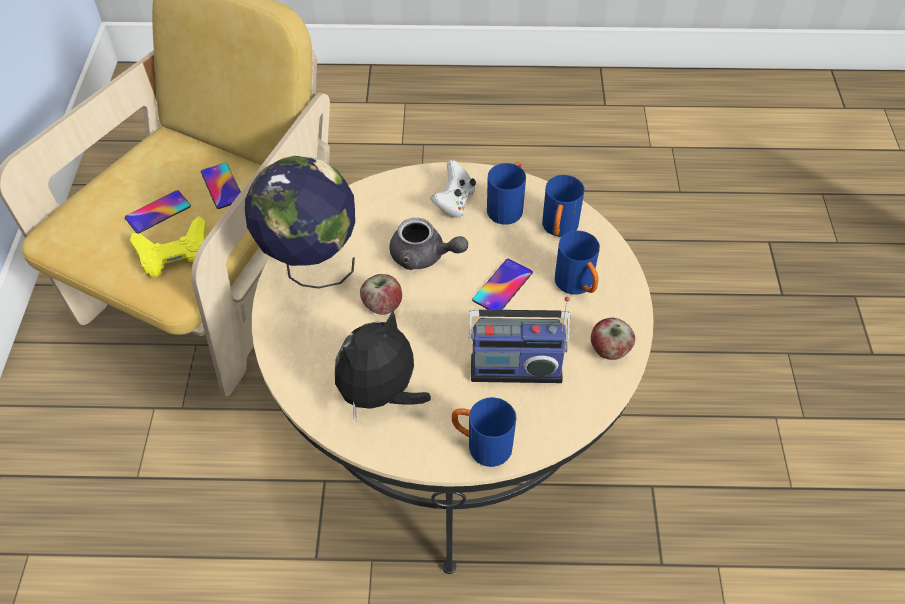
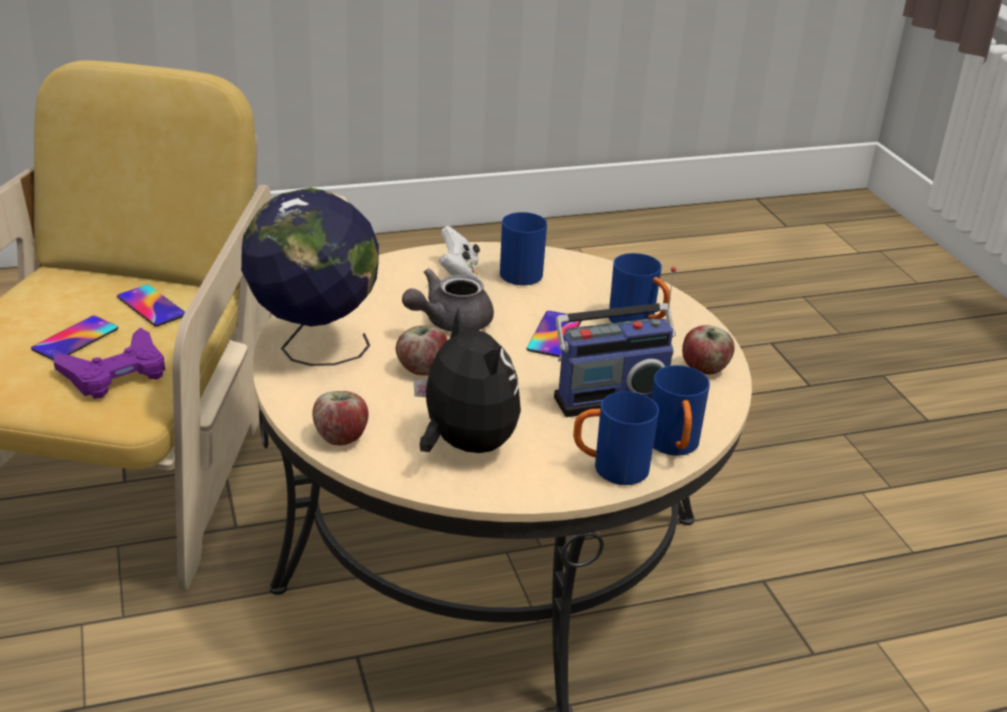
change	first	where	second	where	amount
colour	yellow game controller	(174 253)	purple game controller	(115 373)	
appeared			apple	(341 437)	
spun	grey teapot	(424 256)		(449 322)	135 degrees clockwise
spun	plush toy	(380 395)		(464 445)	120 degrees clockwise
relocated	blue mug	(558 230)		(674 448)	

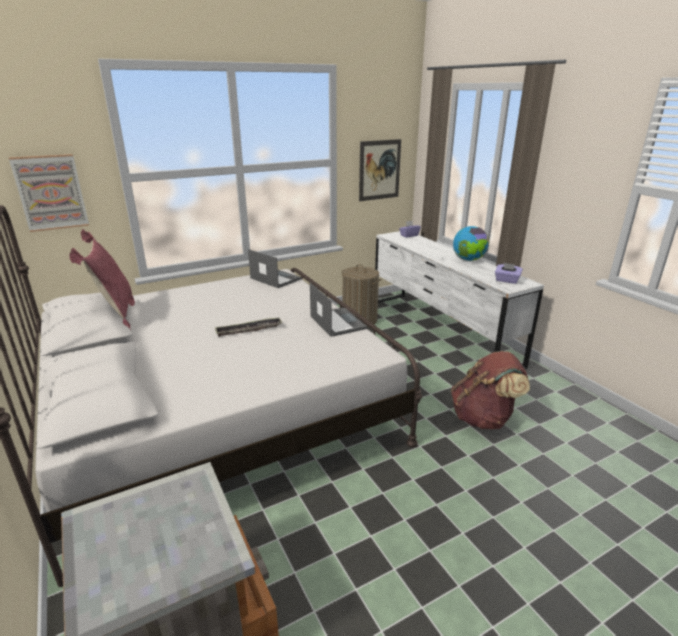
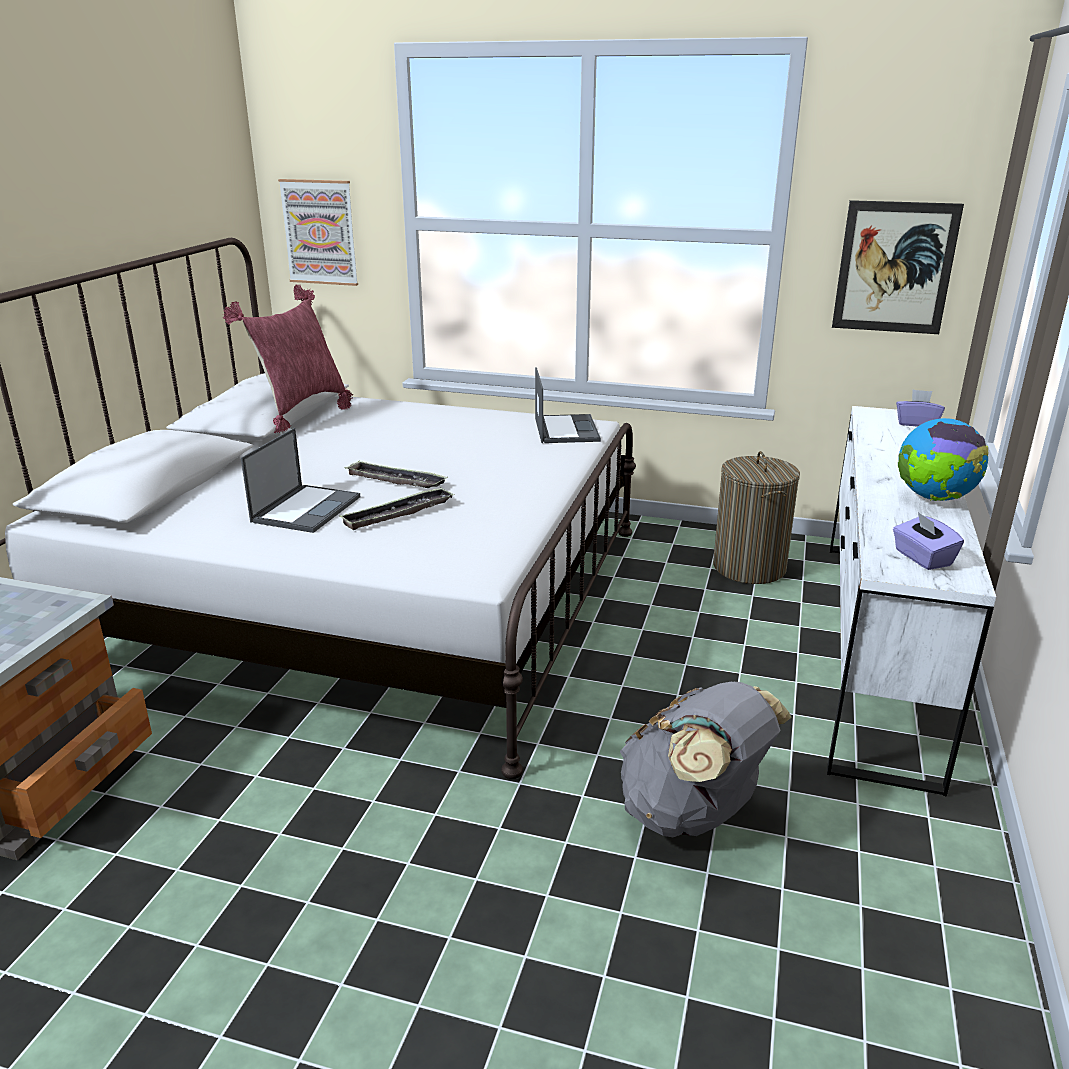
change	first	where	second	where	amount
relocated	laptop	(337 322)		(306 508)	
appeared			tray	(398 514)	
colour	brown backpack	(483 418)	grey backpack	(692 814)	

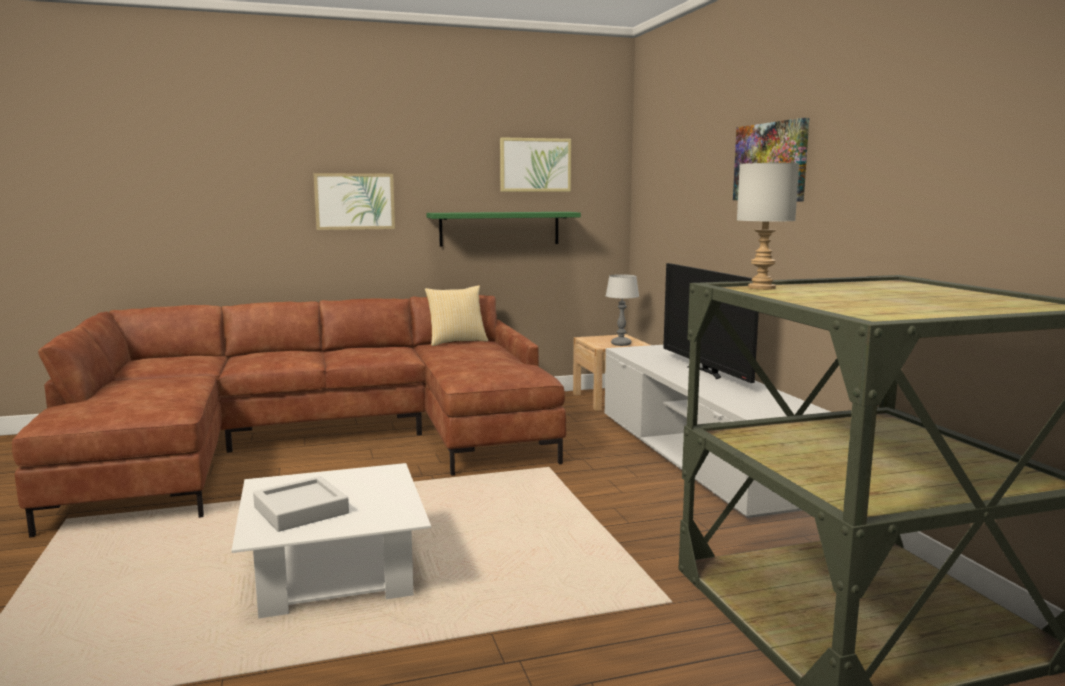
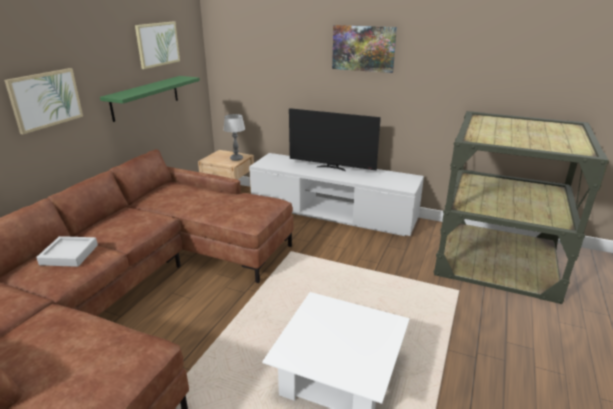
change	first	where	second	where	amount
relocated	grey tray	(301 510)		(69 255)	
missing	pillow	(456 342)			
missing	grey table lamp	(760 288)			

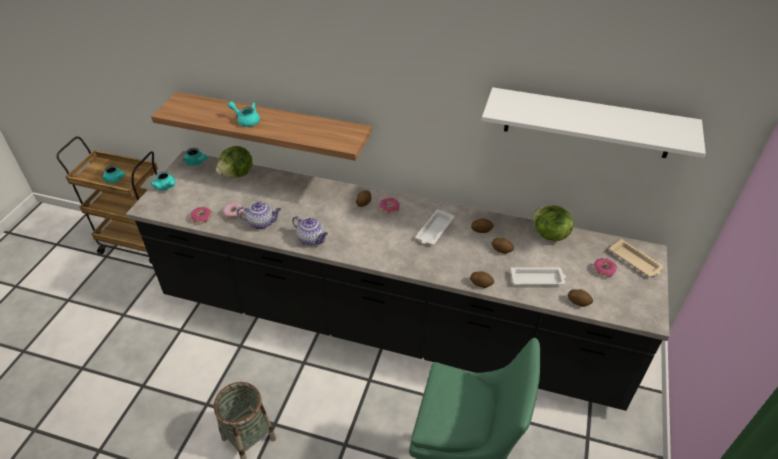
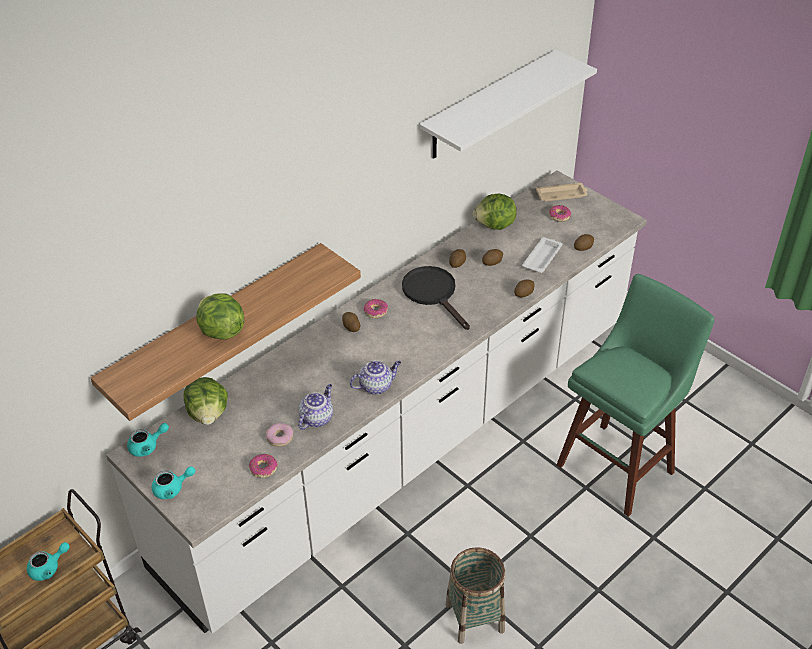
change	first	where	second	where	amount
colour	black counter	(389 324)	white counter	(407 439)	
exchanged	turquoise teapot	(246 120)	lettuce	(221 331)	
exchanged	white tray	(434 230)	black frying pan	(433 293)	

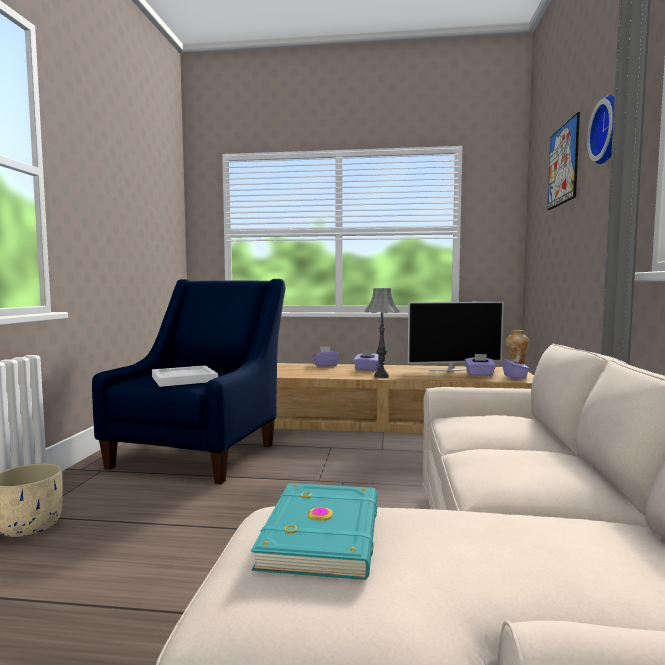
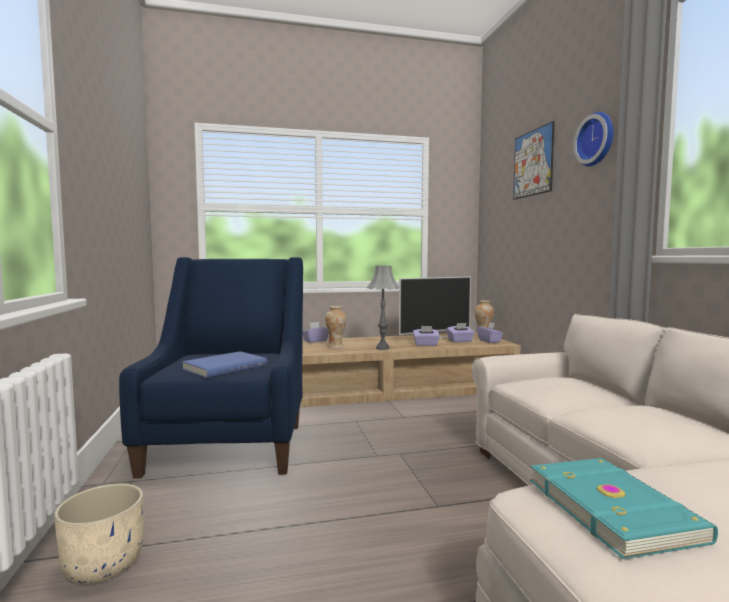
change	first	where	second	where	amount
exchanged	white tray	(183 379)	blue book	(224 367)	
appeared			vase	(335 346)	
relocated	purple tissue box	(367 369)		(426 344)	

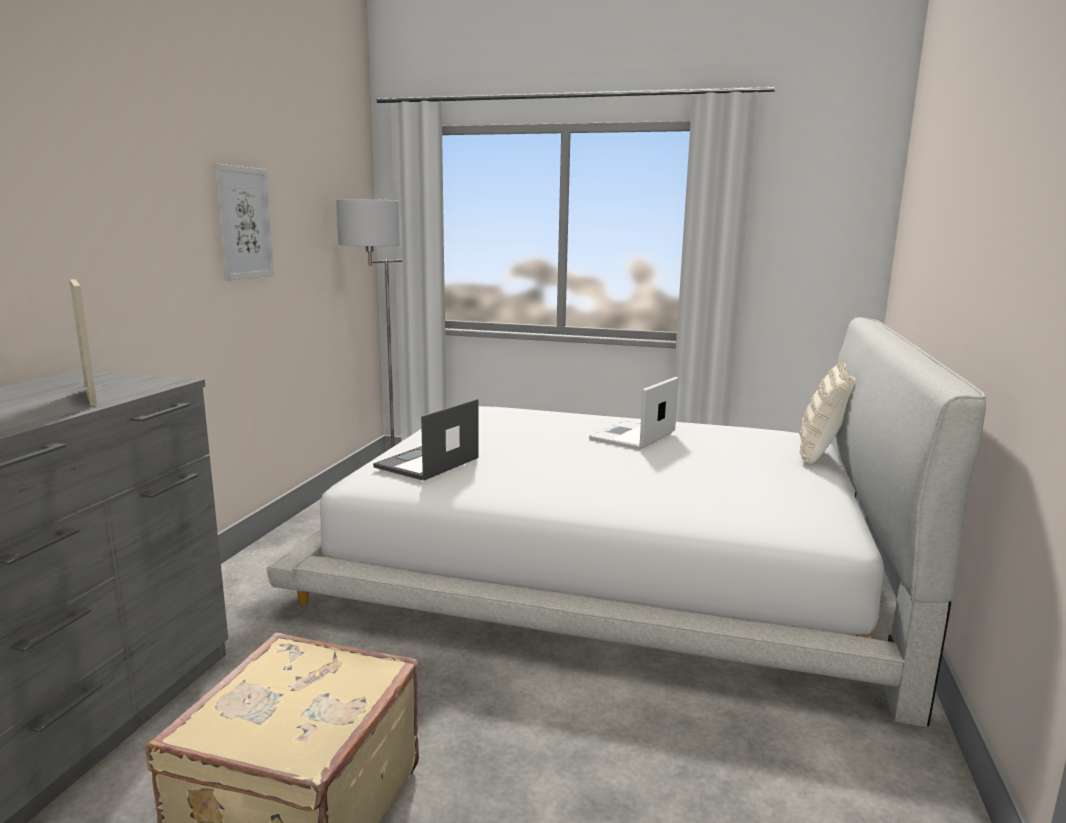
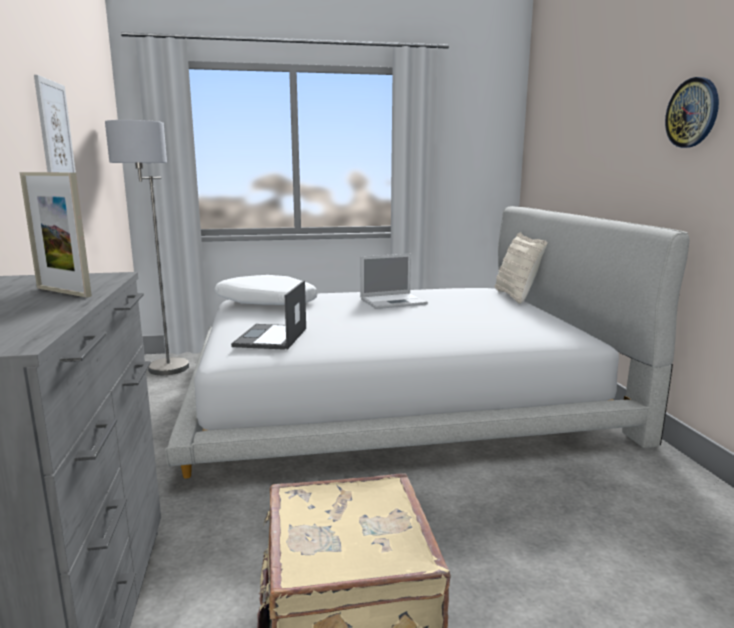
change	first	where	second	where	amount
appeared			white pillow	(266 303)	
spun	laptop	(632 437)		(394 301)	120 degrees counterclockwise
appeared			wall clock	(692 113)	

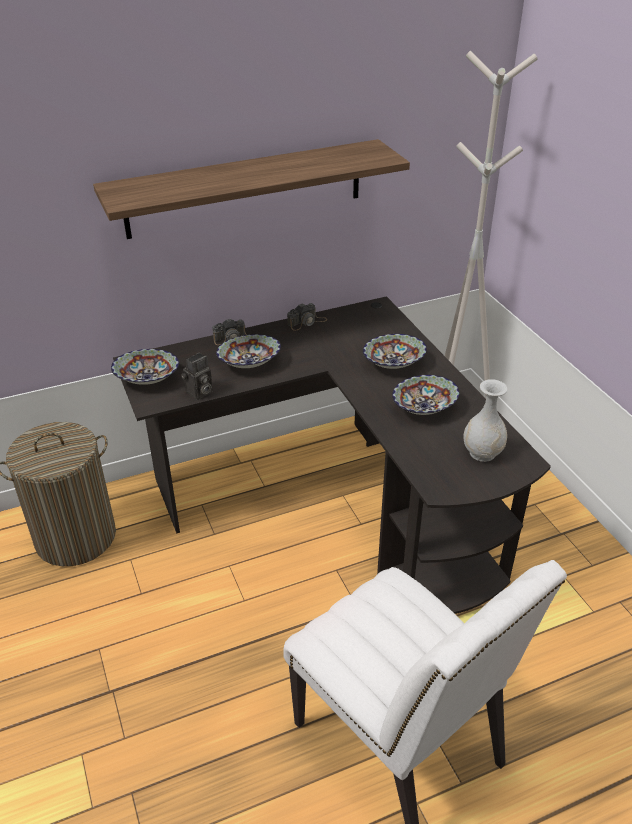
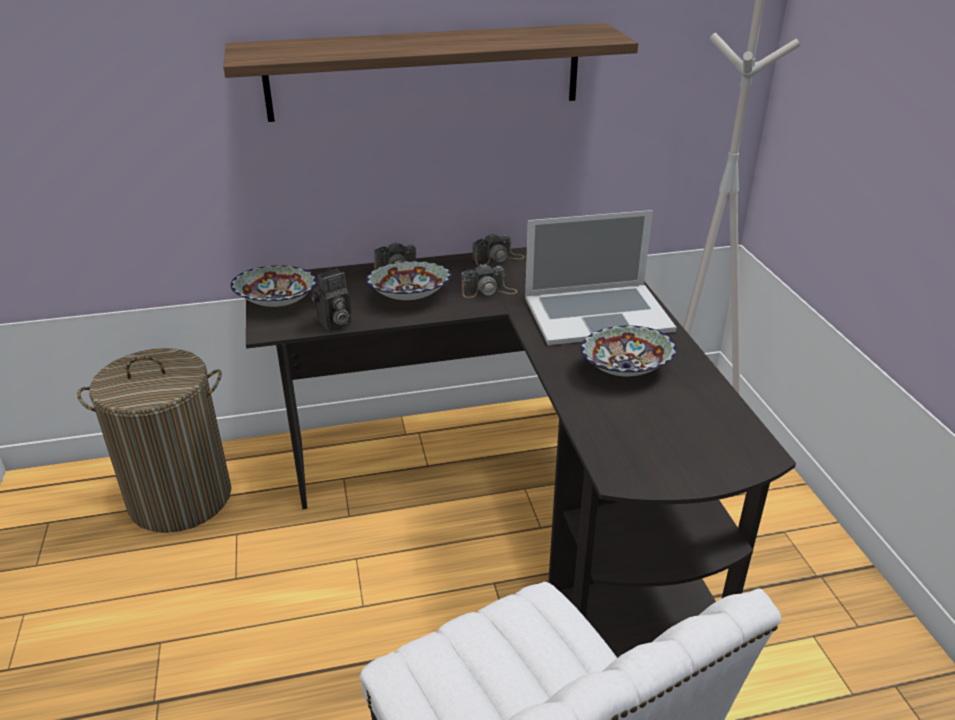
change	first	where	second	where	amount
appeared			photo camera	(488 291)	
exchanged	bowl	(393 364)	laptop	(597 313)	
missing	white vase	(482 453)			

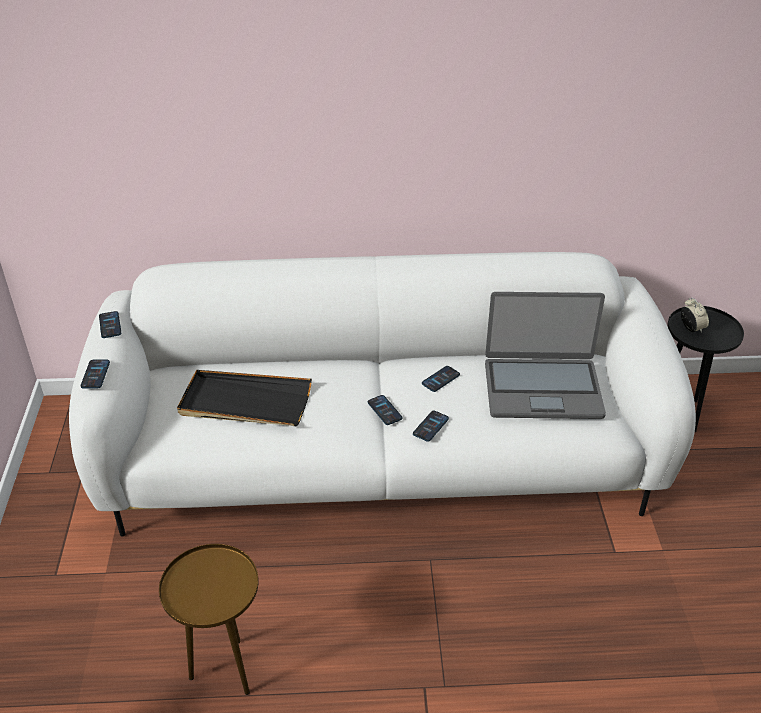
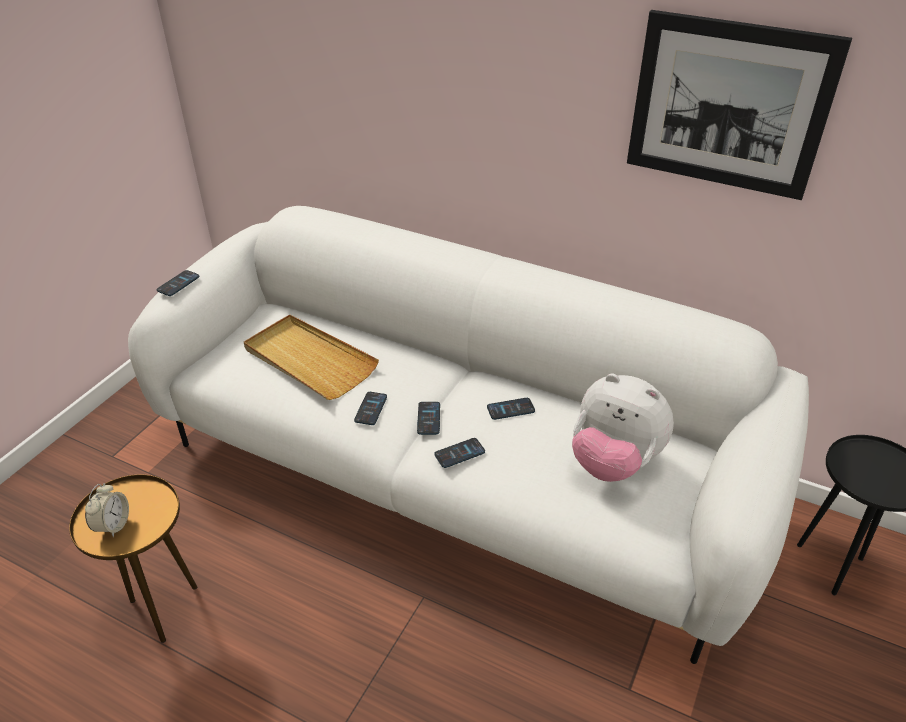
change	first	where	second	where	amount
relocated	alarm clock	(691 328)		(113 525)	
colour	black tray	(245 402)	beige tray	(309 360)	
relocated	phone	(110 325)		(371 409)	
exchanged	laptop	(542 388)	plush toy	(613 462)	
appeared			picture	(728 105)	

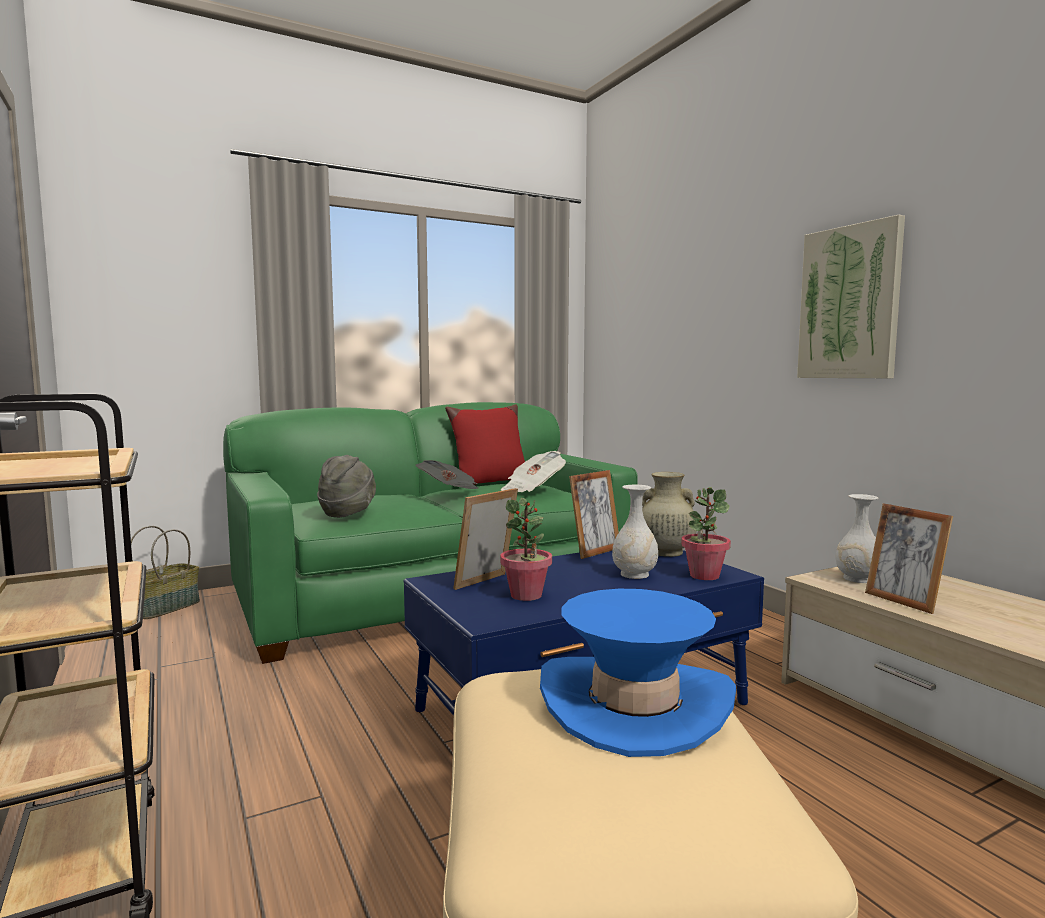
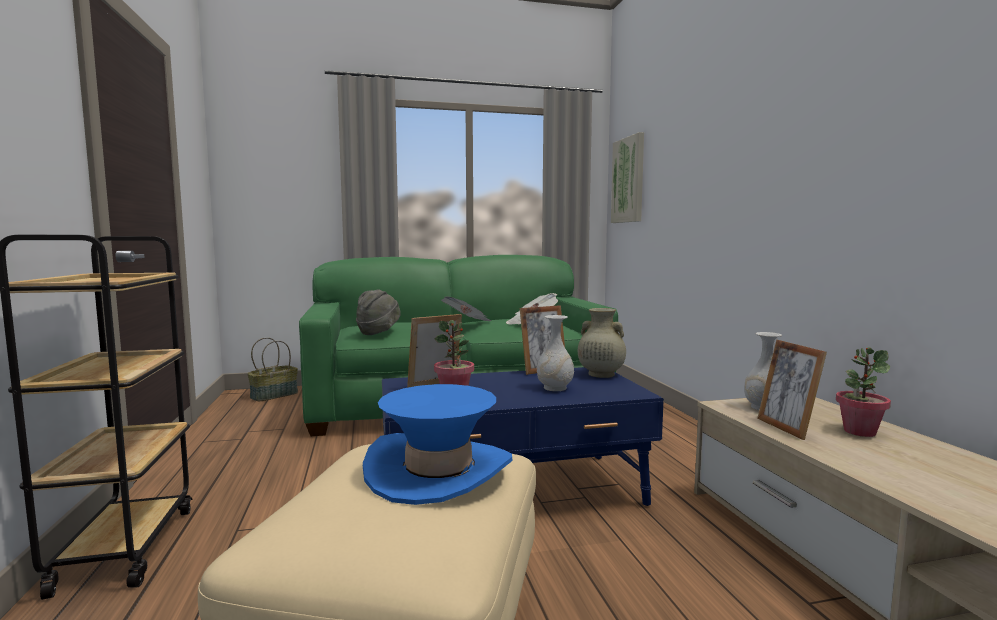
change	first	where	second	where	amount
relocated	picture	(849 303)		(628 180)	
relocated	potted plant	(704 575)		(859 431)	
missing	red pillow	(489 483)			

